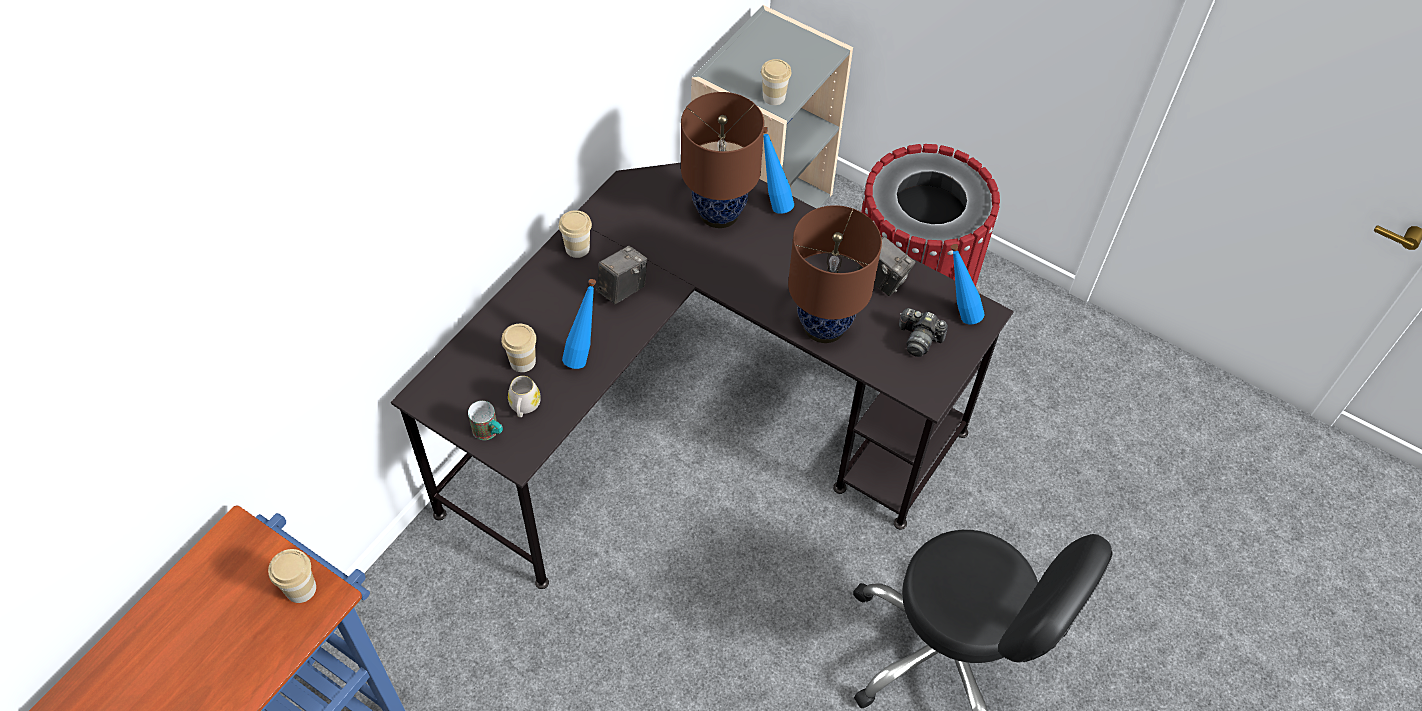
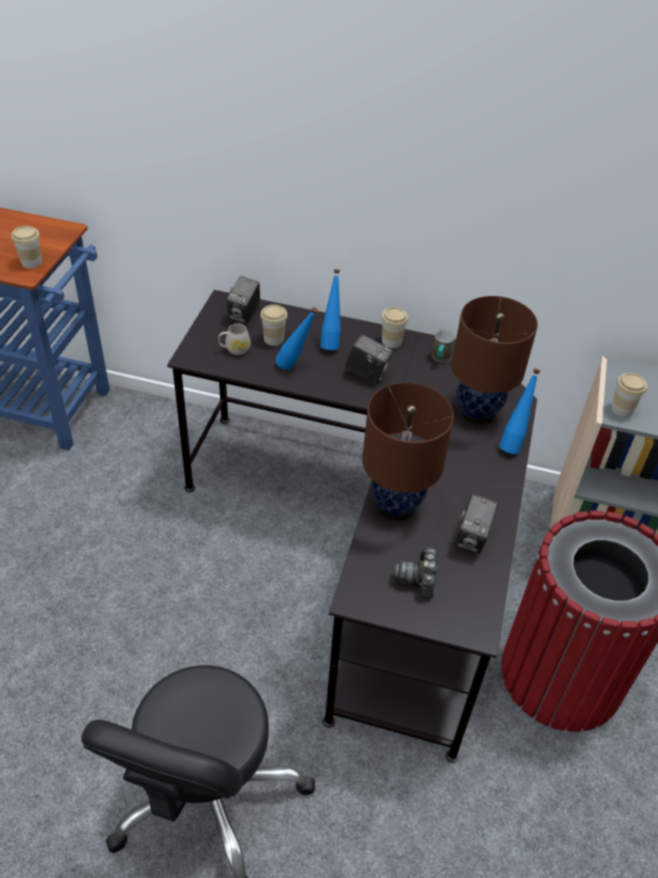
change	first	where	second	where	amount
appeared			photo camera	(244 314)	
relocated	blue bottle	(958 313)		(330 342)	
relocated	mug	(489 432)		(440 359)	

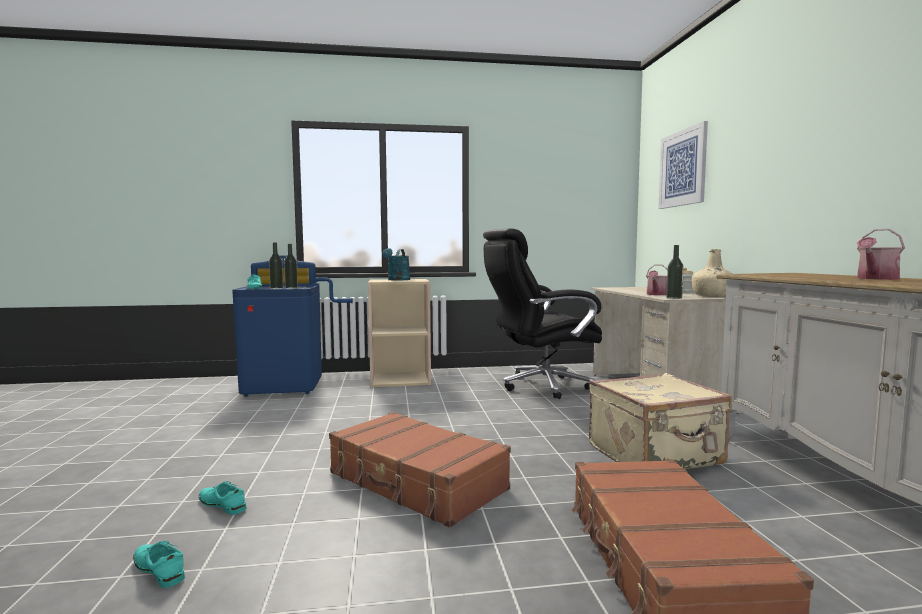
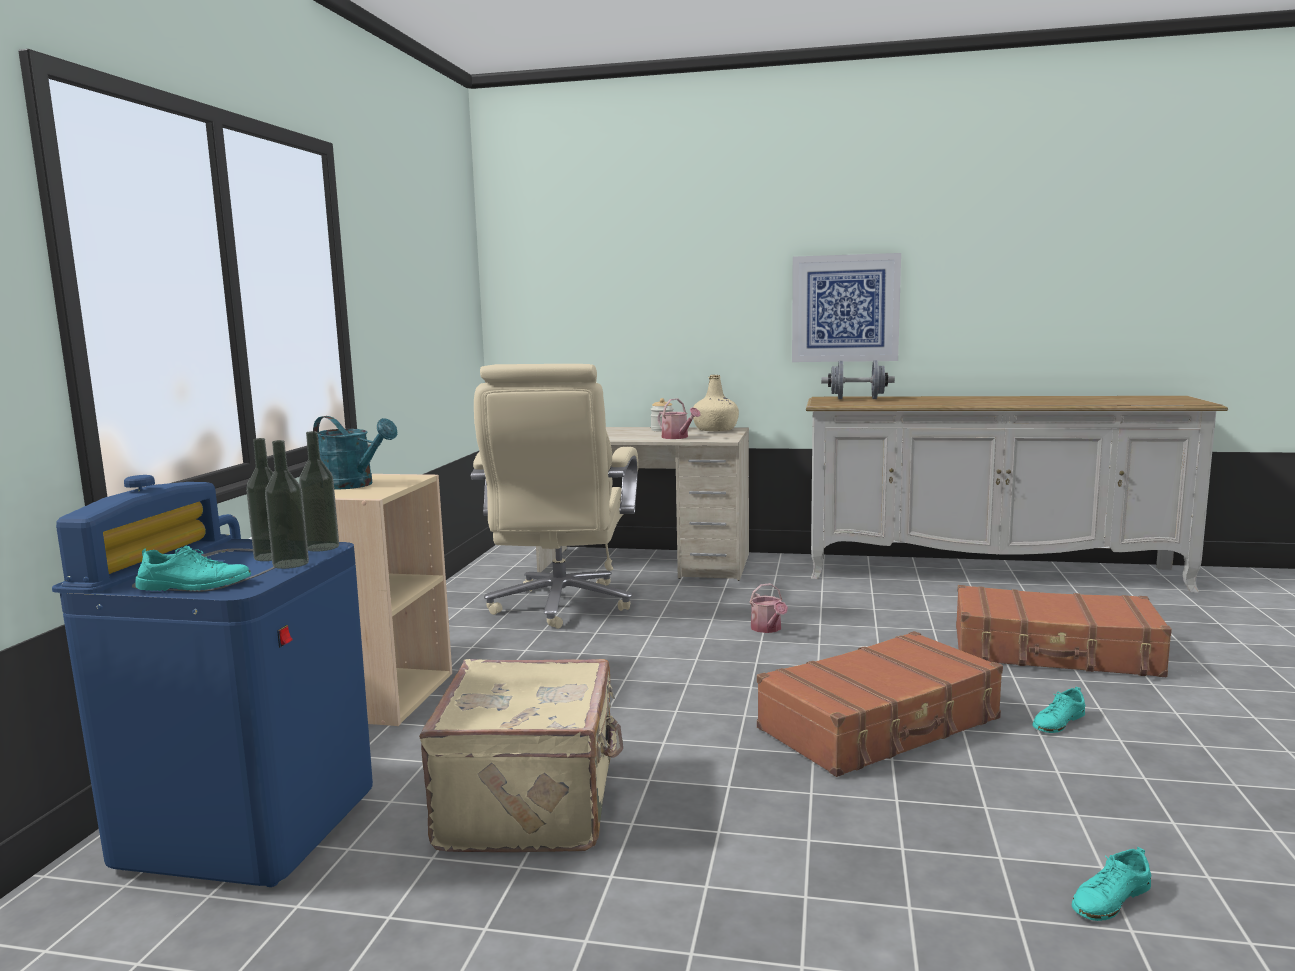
change	first	where	second	where	amount
relocated	bottle	(674 298)		(322 547)	
relocated	beige suitcase	(656 456)		(532 804)	
colour	black office chair	(540 387)	beige office chair	(560 609)	
relocated	watering can	(875 278)		(768 629)	
relocated	picture	(682 168)		(845 308)	
appeared			grey dumbbell	(857 399)	
relocated	turquoise shoe	(222 504)		(1058 722)	

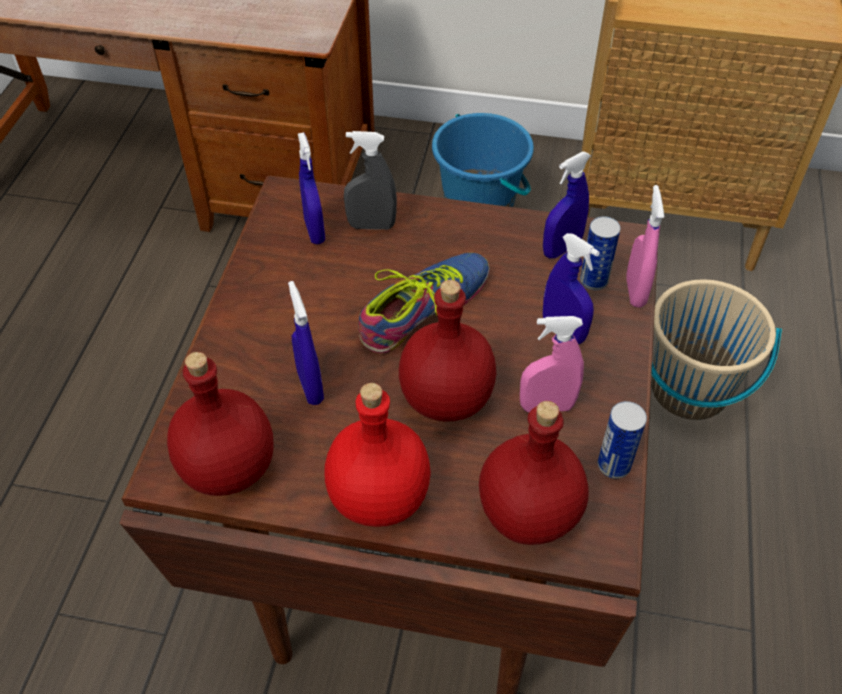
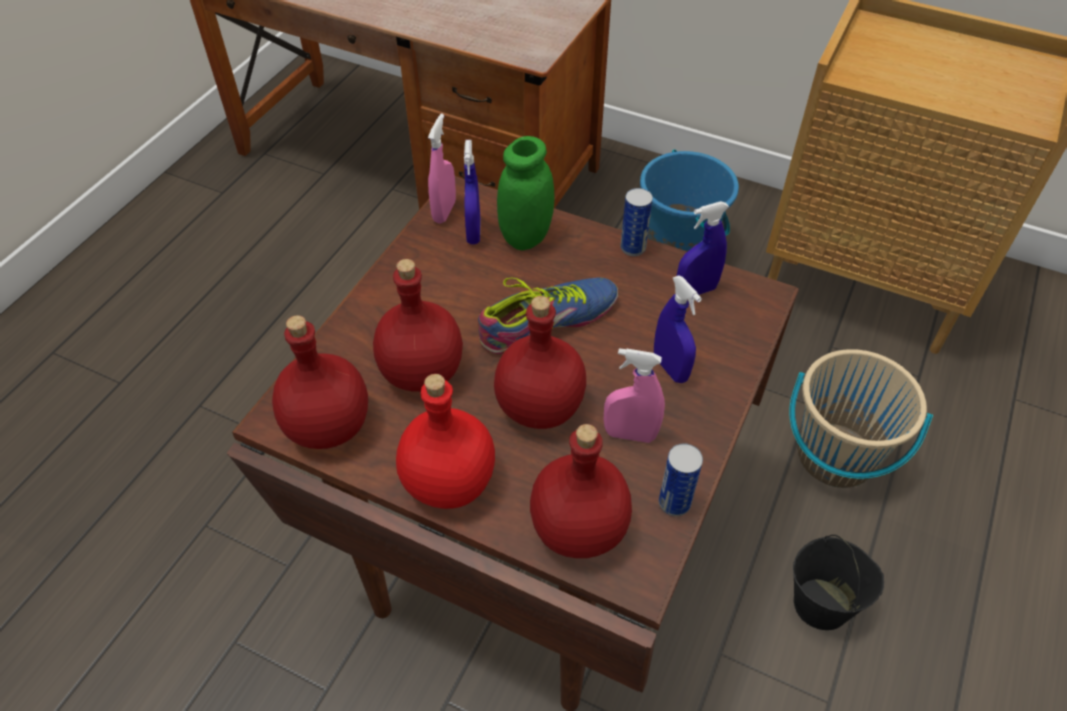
change	first	where	second	where	amount
exchanged	blue spray bottle	(310 387)	red bottle	(422 370)	
relocated	pink spray bottle	(635 292)		(444 211)	
exchanged	grey spray bottle	(371 225)	green jar	(526 236)	
relocated	can	(594 281)		(633 248)	
appeared			black bucket	(821 604)	

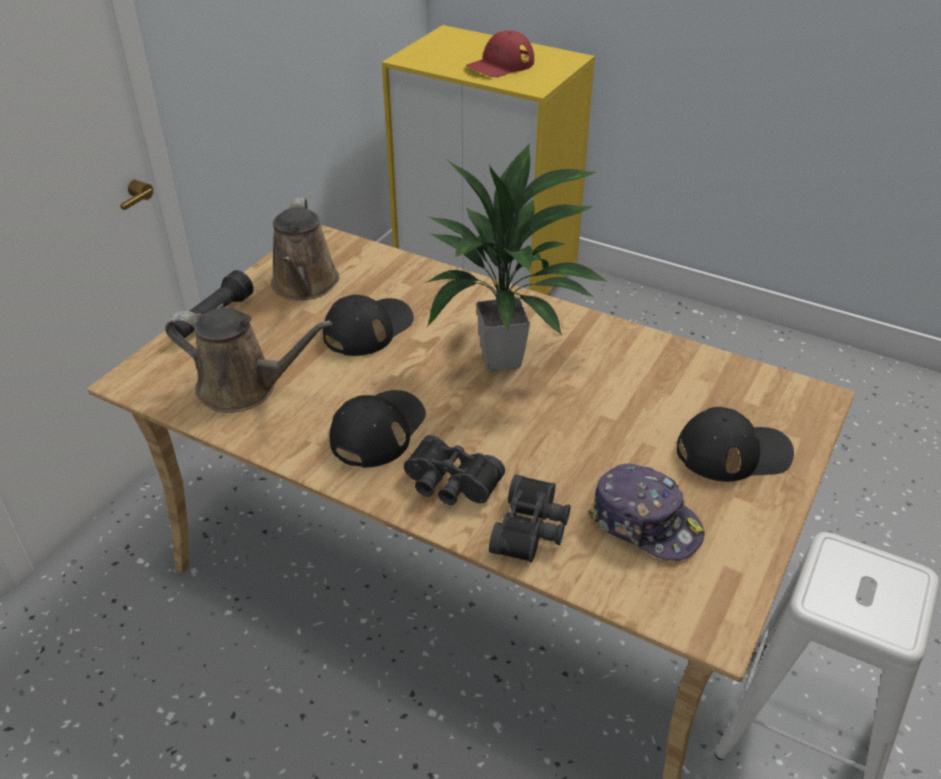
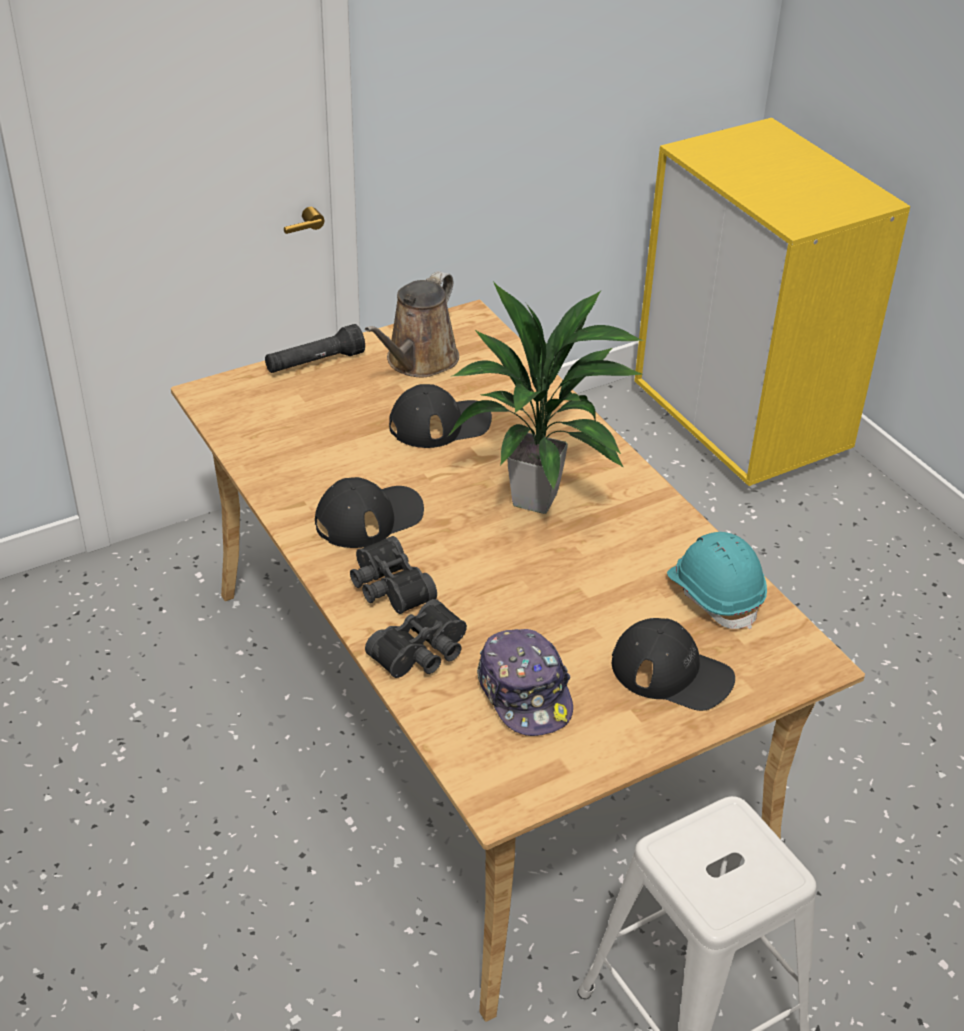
change	first	where	second	where	amount
appeared			turquoise hard hat	(715 594)	
missing	brown watering can	(244 388)			
missing	red cap	(500 65)			

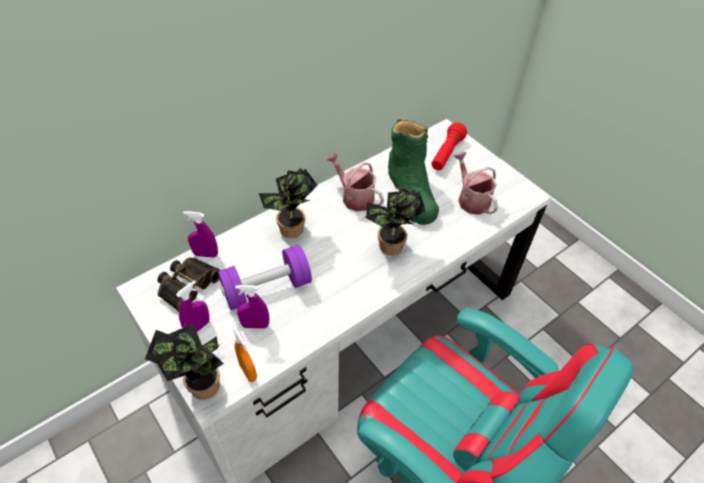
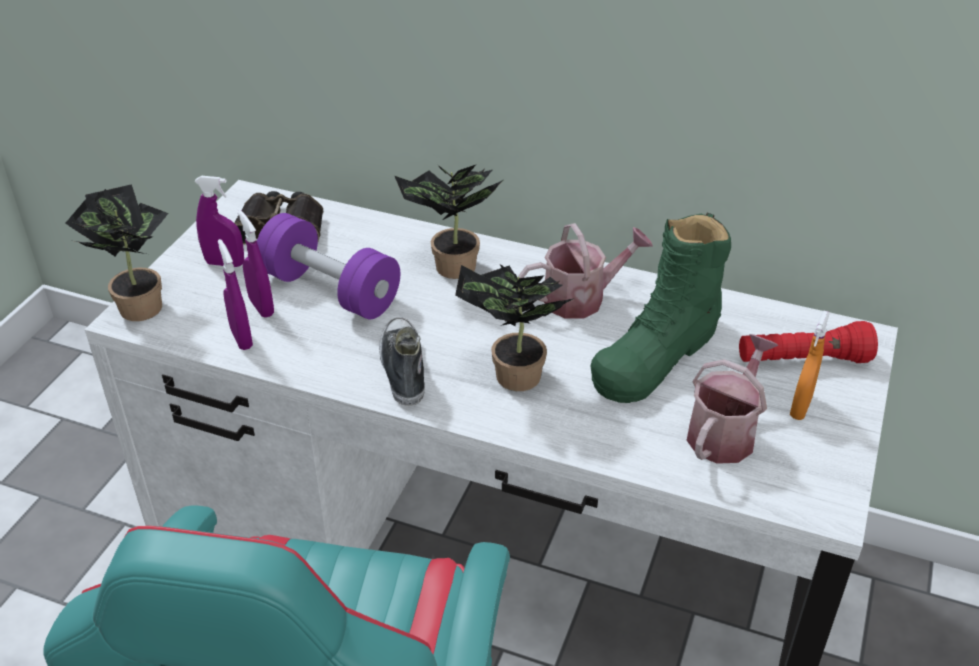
change	first	where	second	where	amount
relocated	purple spray bottle	(205 254)		(241 338)	
appeared			shoe	(403 368)	
spun	watering can	(354 197)		(582 298)	60 degrees clockwise
relocated	orange spray bottle	(248 371)		(800 407)	

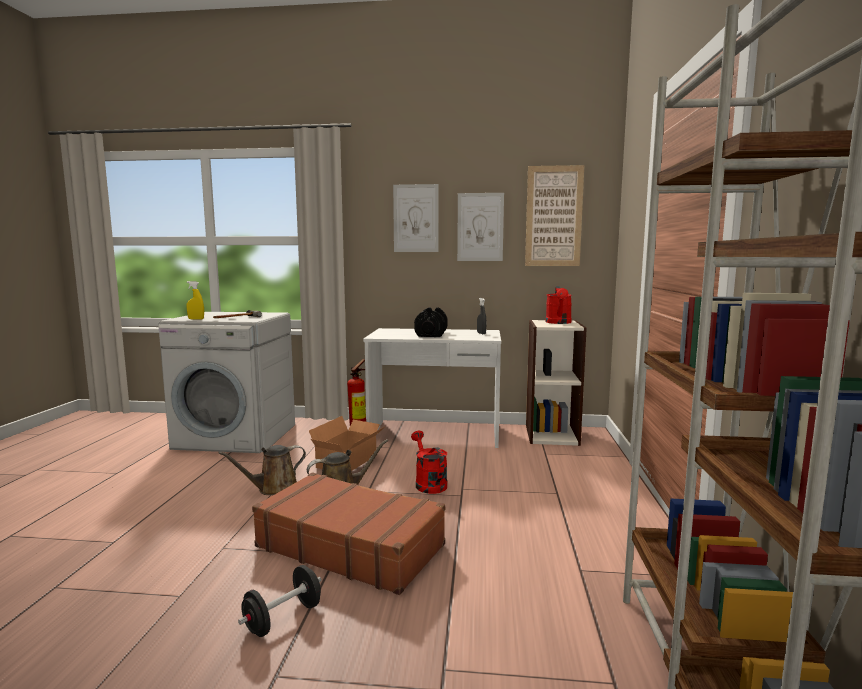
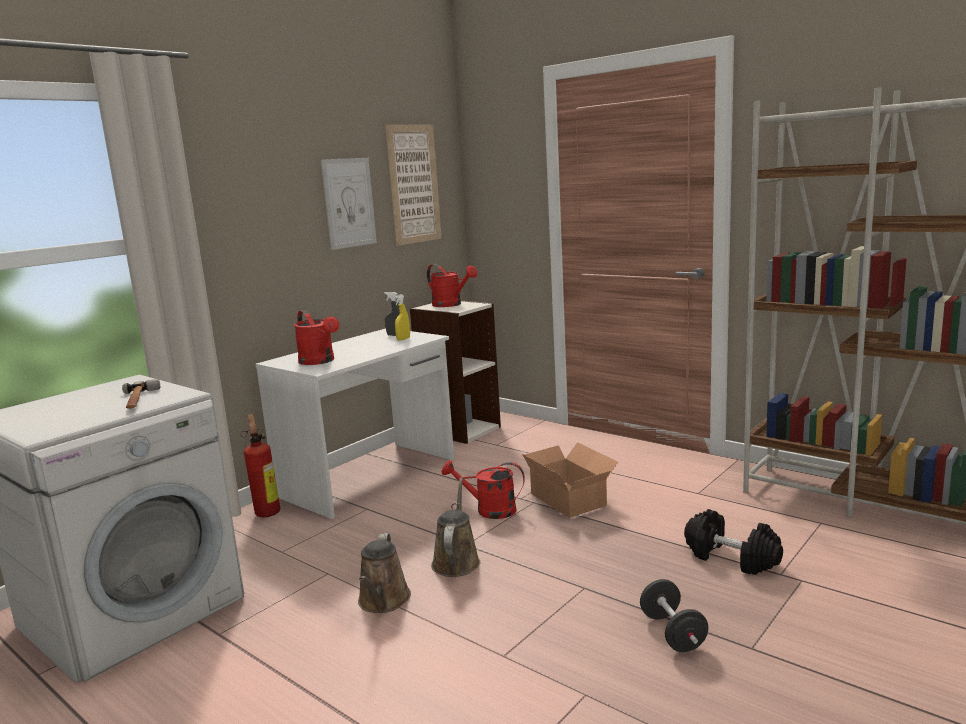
change	first	where	second	where	amount
appeared			red watering can	(320 361)	
relocated	yellow spray bottle	(196 319)		(403 339)	
relocated	cardboard box	(349 461)		(569 498)	
relocated	black dumbbell	(431 334)		(731 558)	
missing	brown suitcase	(350 545)			
missing	picture	(416 218)			

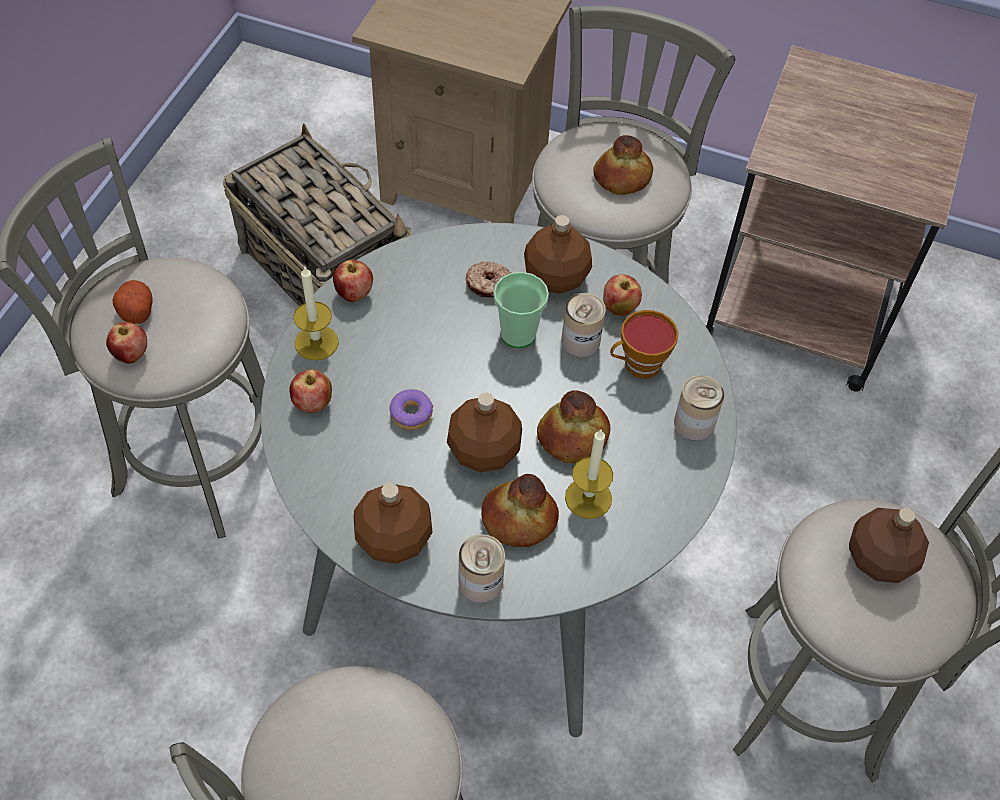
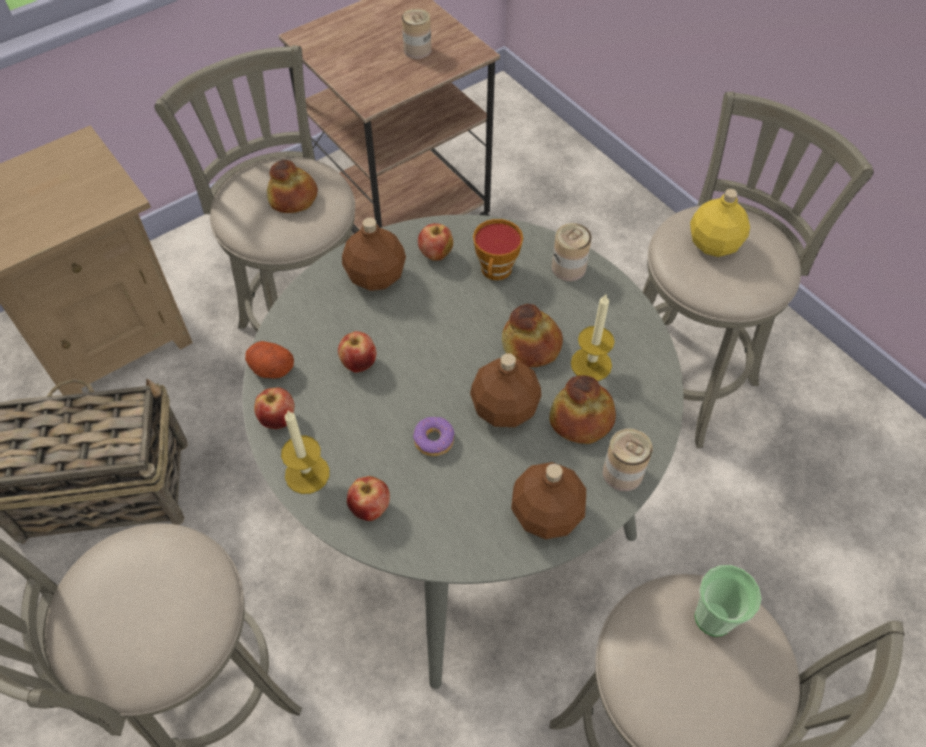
change	first	where	second	where	amount
relocated	potato	(135 310)		(270 368)	
relocated	apple	(131 355)		(359 363)	
relocated	can	(580 341)		(417 50)	
colour	brown bottle	(879 558)	yellow bottle	(713 243)	
relocated	cup	(518 334)		(713 617)	
missing	donut	(489 285)			

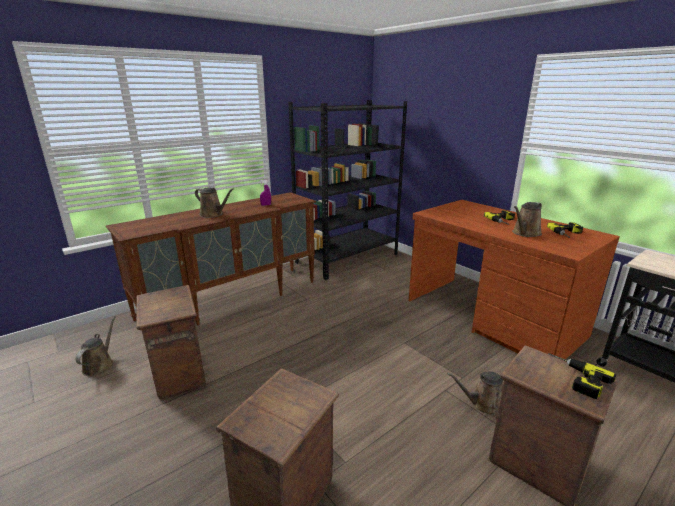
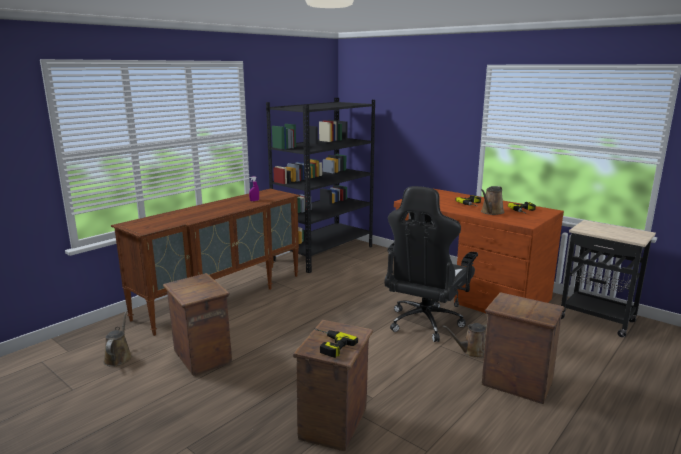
change	first	where	second	where	amount
relocated	power drill	(574 377)		(328 345)	
appeared			black office chair	(426 321)	
missing	brown watering can	(213 214)			

